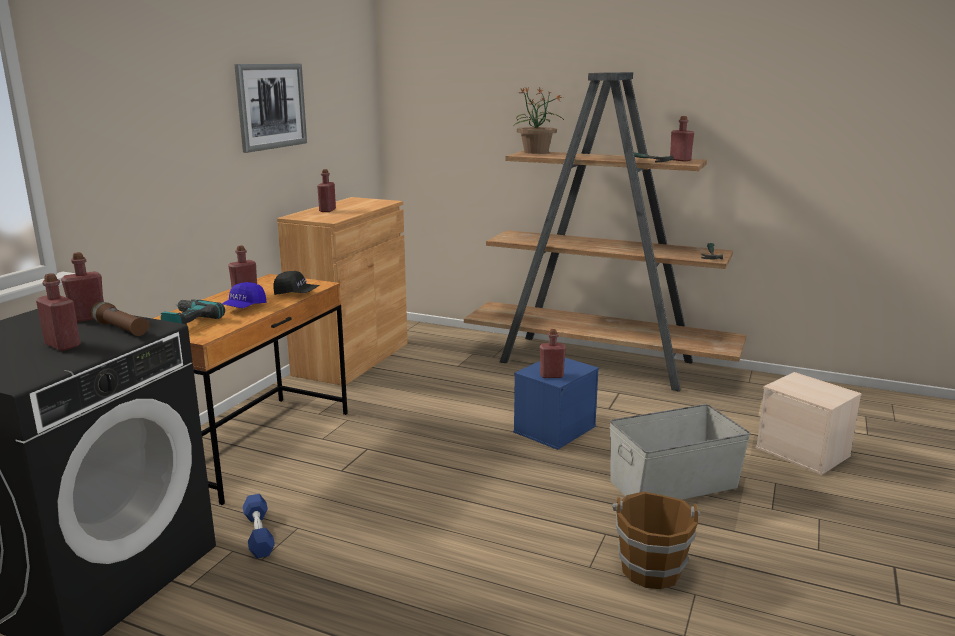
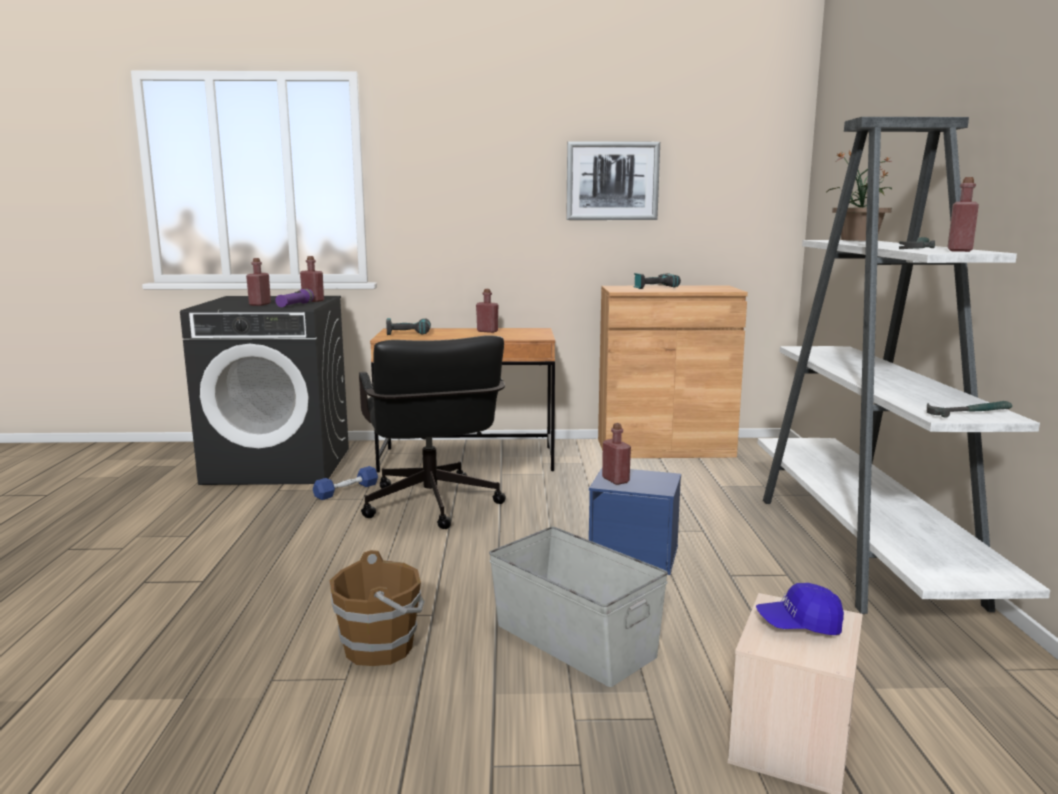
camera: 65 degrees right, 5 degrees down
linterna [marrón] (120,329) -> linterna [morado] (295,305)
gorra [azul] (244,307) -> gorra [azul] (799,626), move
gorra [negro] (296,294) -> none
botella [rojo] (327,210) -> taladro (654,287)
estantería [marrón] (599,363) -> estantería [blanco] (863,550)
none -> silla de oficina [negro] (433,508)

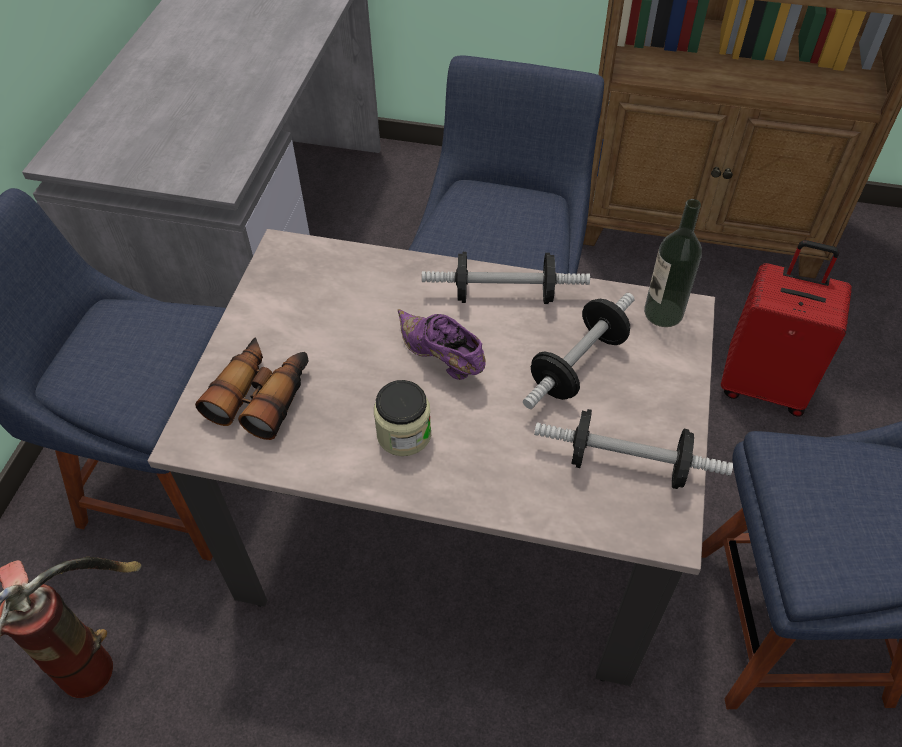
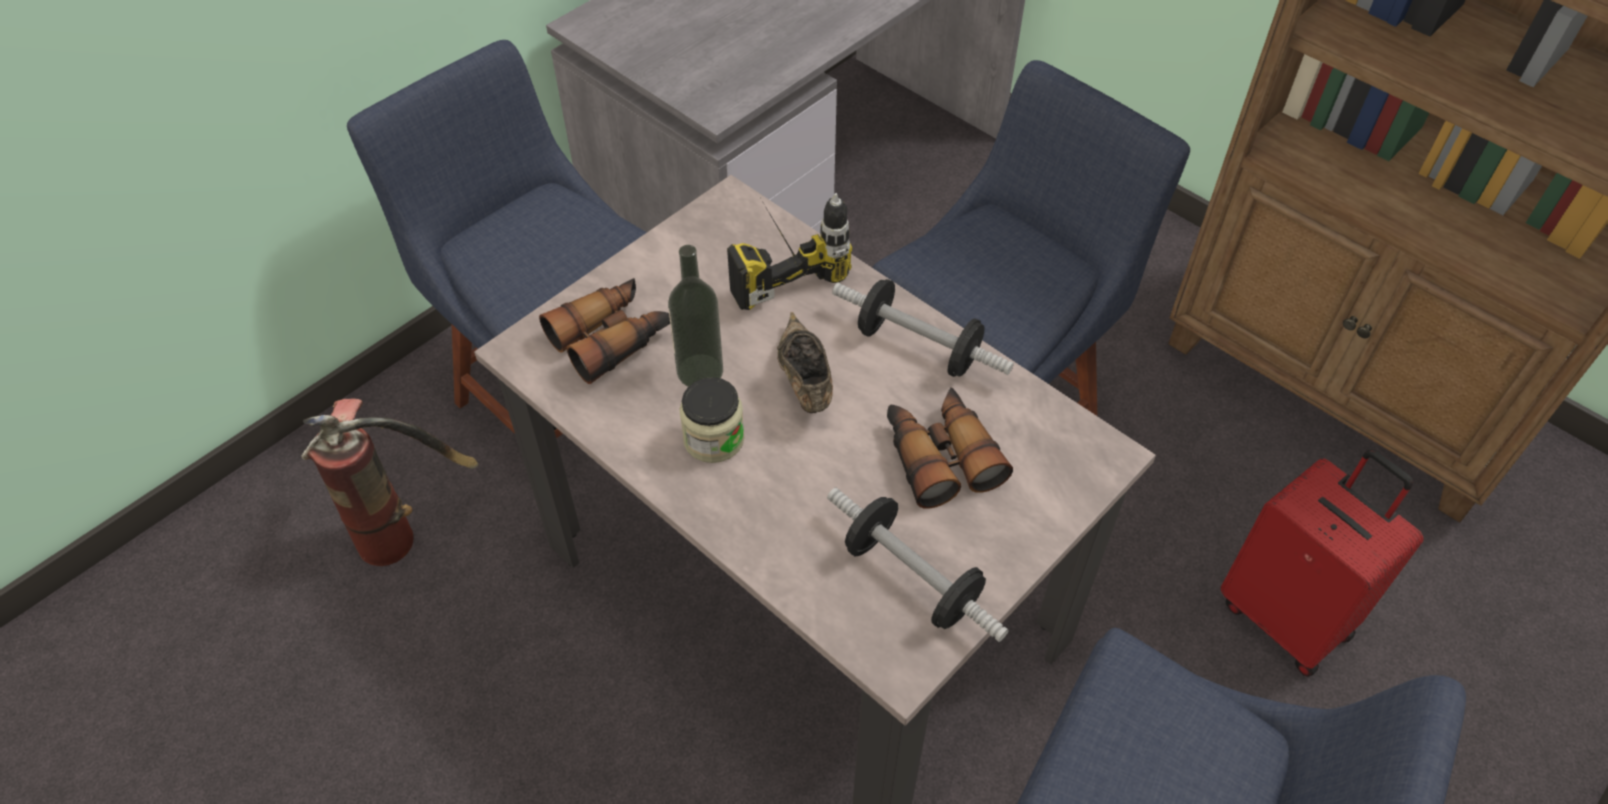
camera: 30 degrees right, 0 degrees up
zapato [morado] (441,359) -> zapato [marrón] (804,382)
mancuerna (578,365) -> prismáticos (940,455)
botella (663,313) -> botella (700,371), move
none -> taladro (776,260)

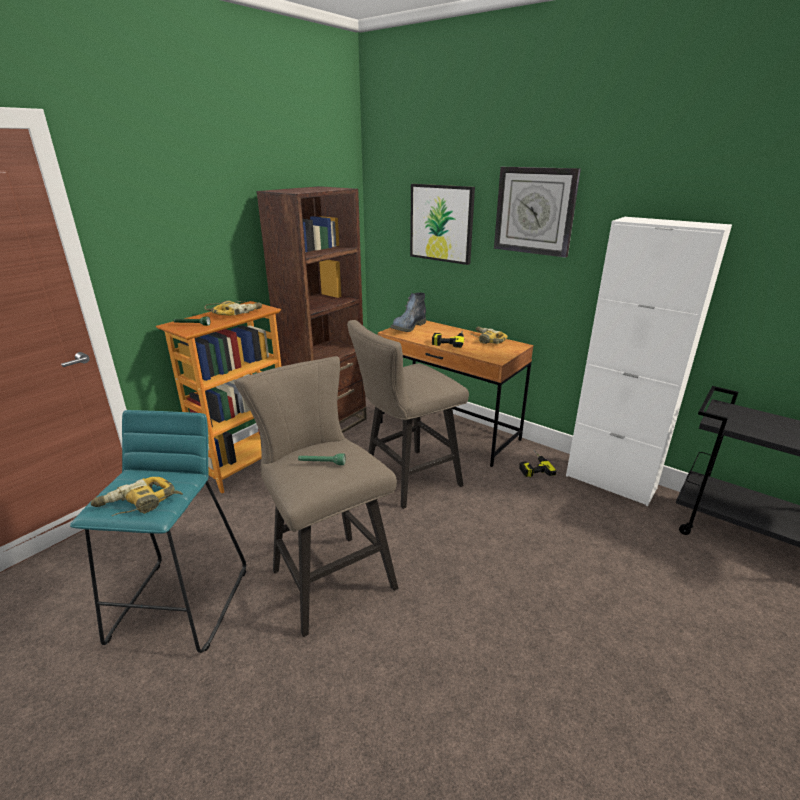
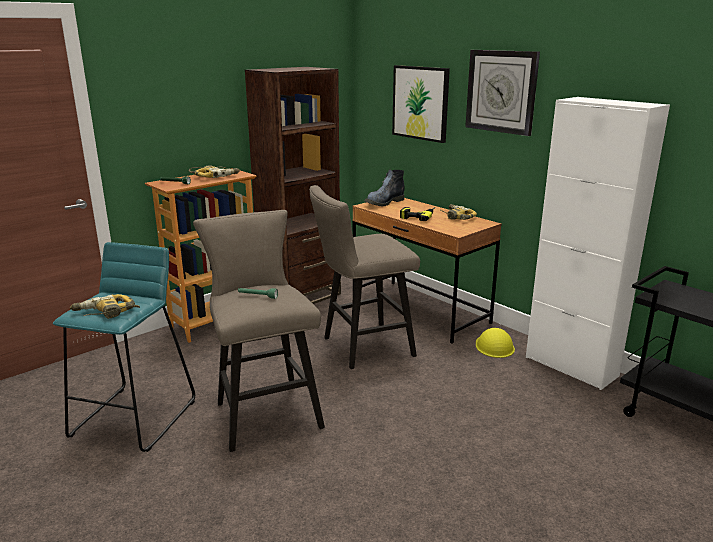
camera: 10 degrees right, 5 degrees down
taladro (532,466) -> casco [amarillo] (494,346)

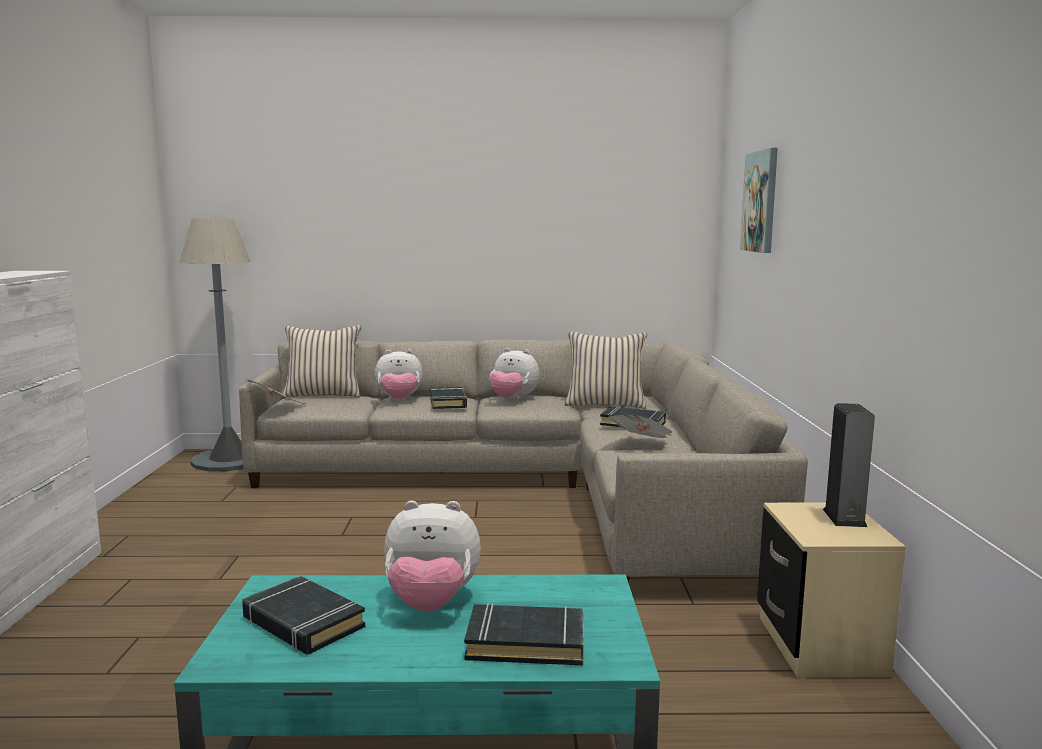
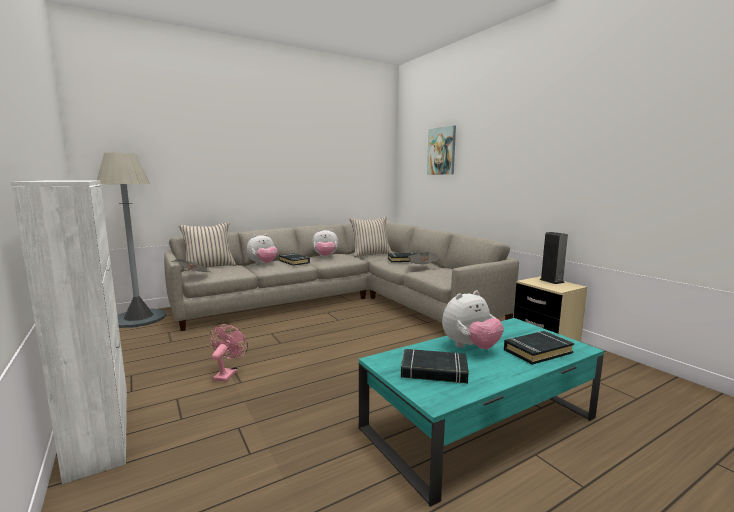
camera: 30 degrees left, 0 degrees up
none -> ventilador [rosa] (227,374)

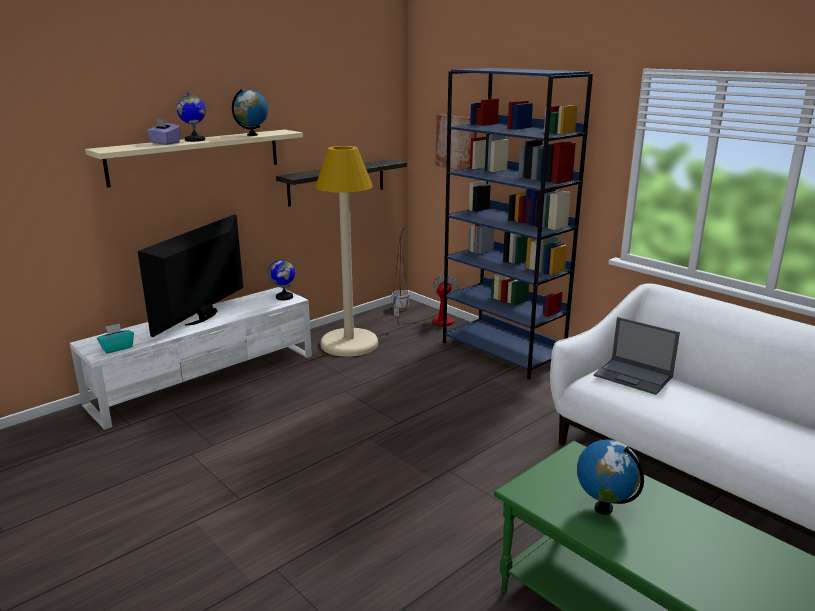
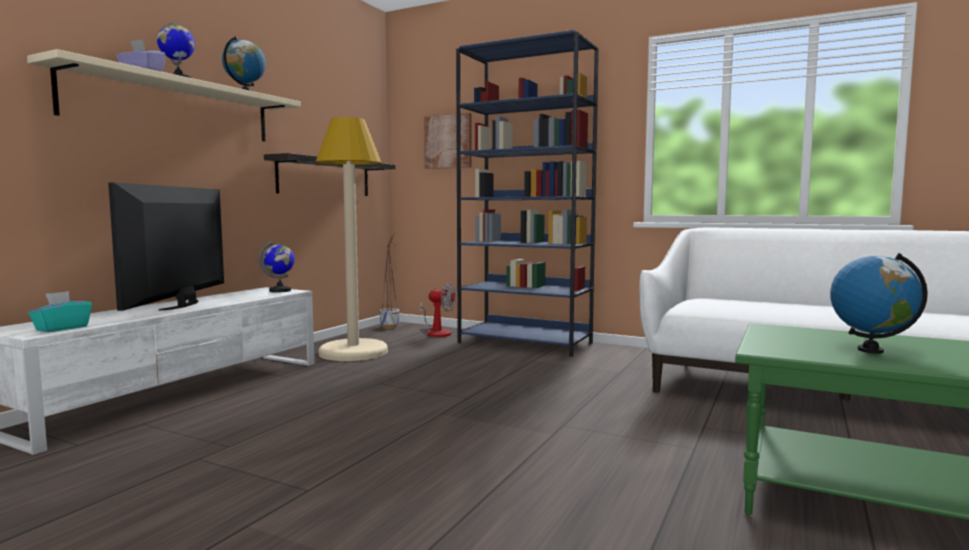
camera: 20 degrees left, 15 degrees down
ventilador (435,323) -> ventilador (436,332), 105 degrees clockwise
portátil (634,376) -> none

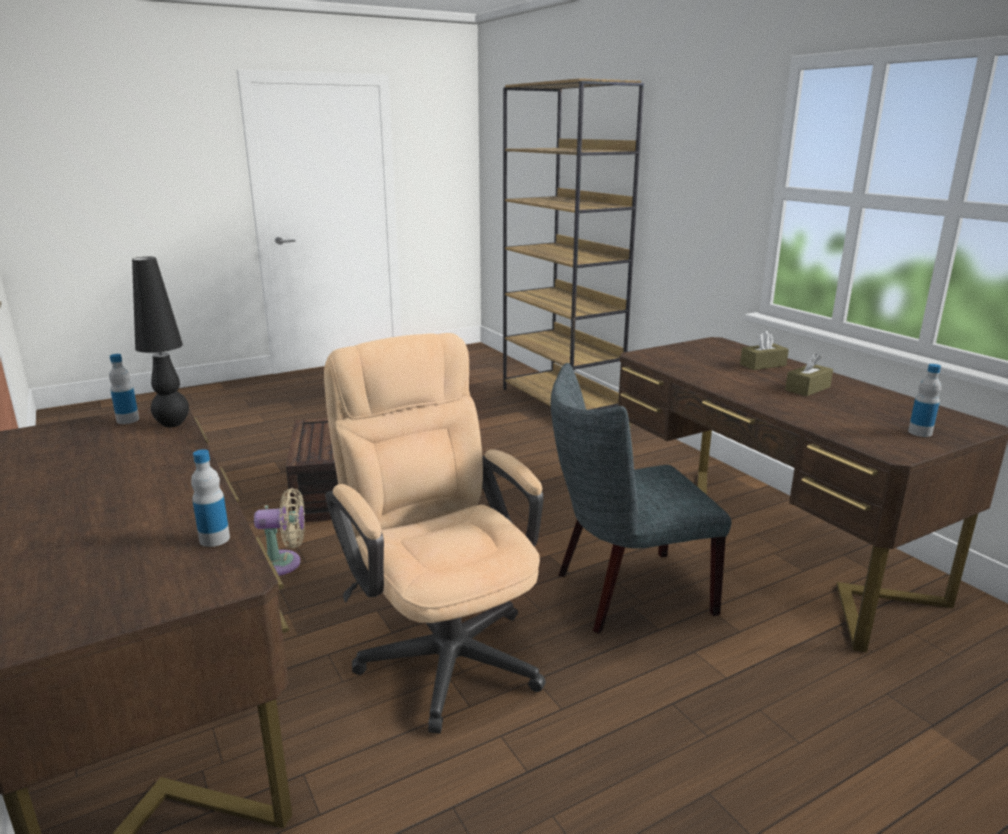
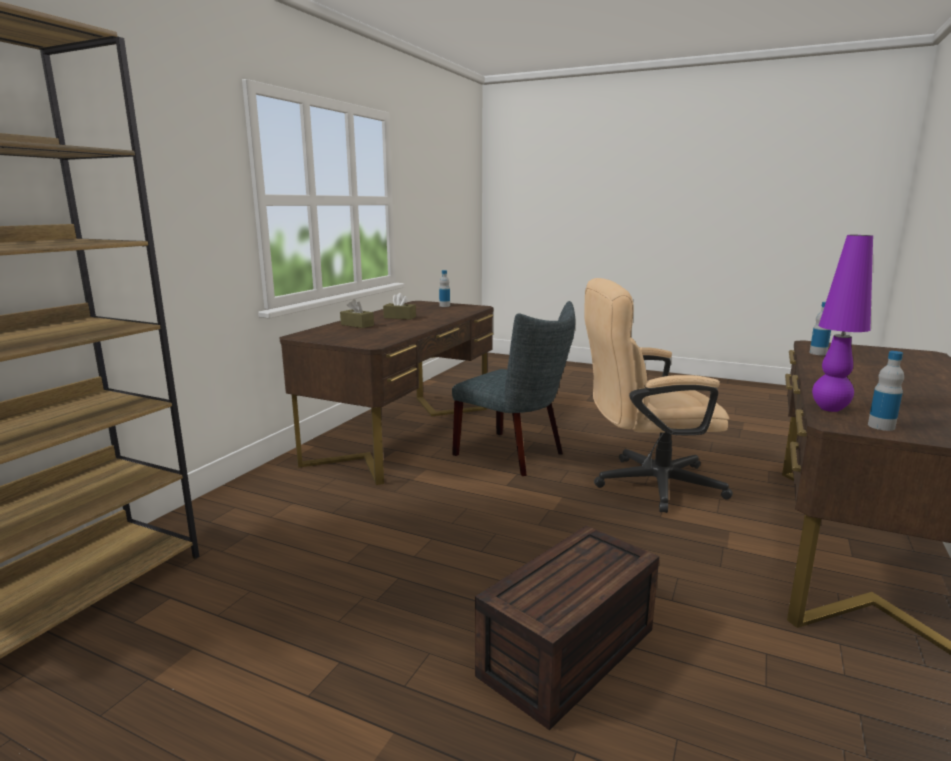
camera: 125 degrees left, 5 degrees down
lámpara de mesa [negro] (172,424) -> lámpara de mesa [morado] (830,409)
ventilador [beis] (283,563) -> none
silla de oficina [beis] (442,647) -> silla de oficina [beis] (646,484), 60 degrees clockwise

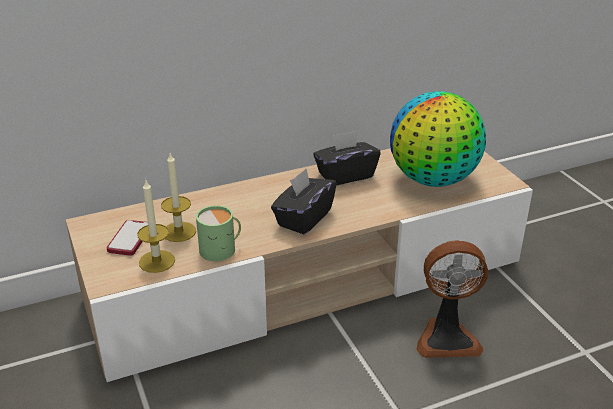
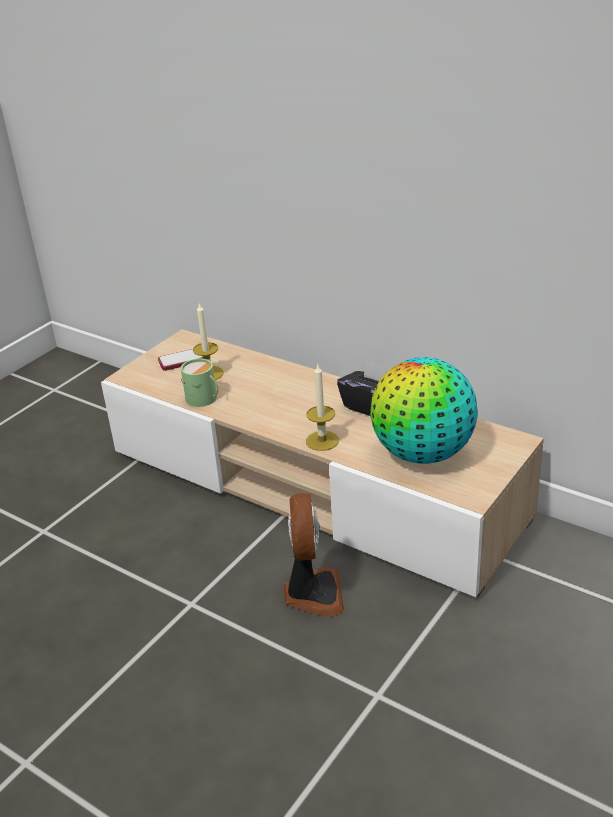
camera: 60 degrees right, 0 degrees up
vela (157,261) -> vela (322,441), move
caja de pañuelos [negro] (303,218) -> none
ventilador (447,338) -> ventilador (312,593), 150 degrees counterclockwise

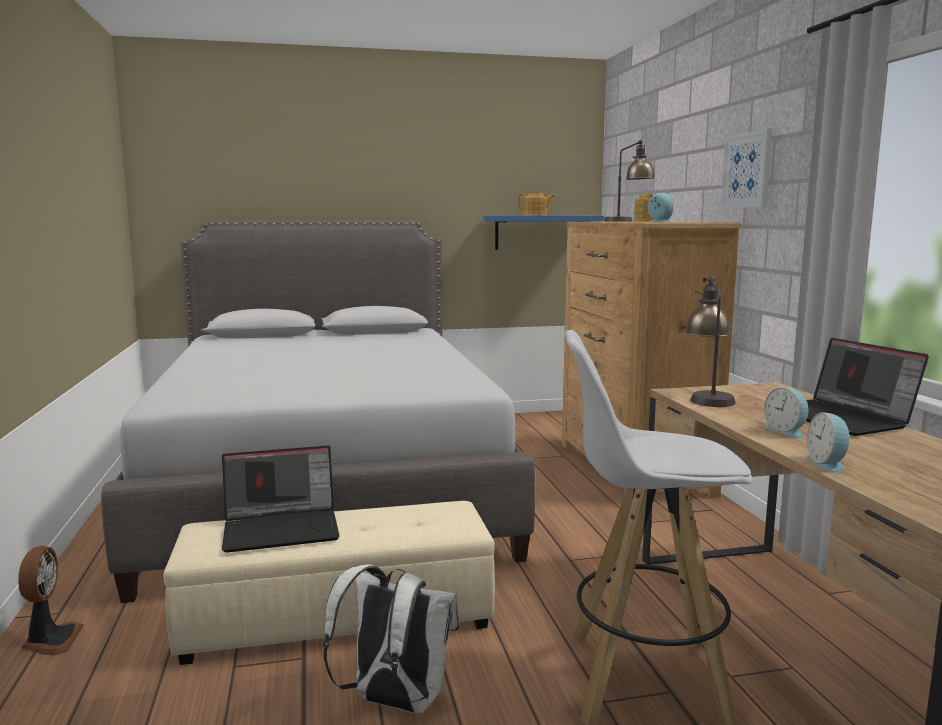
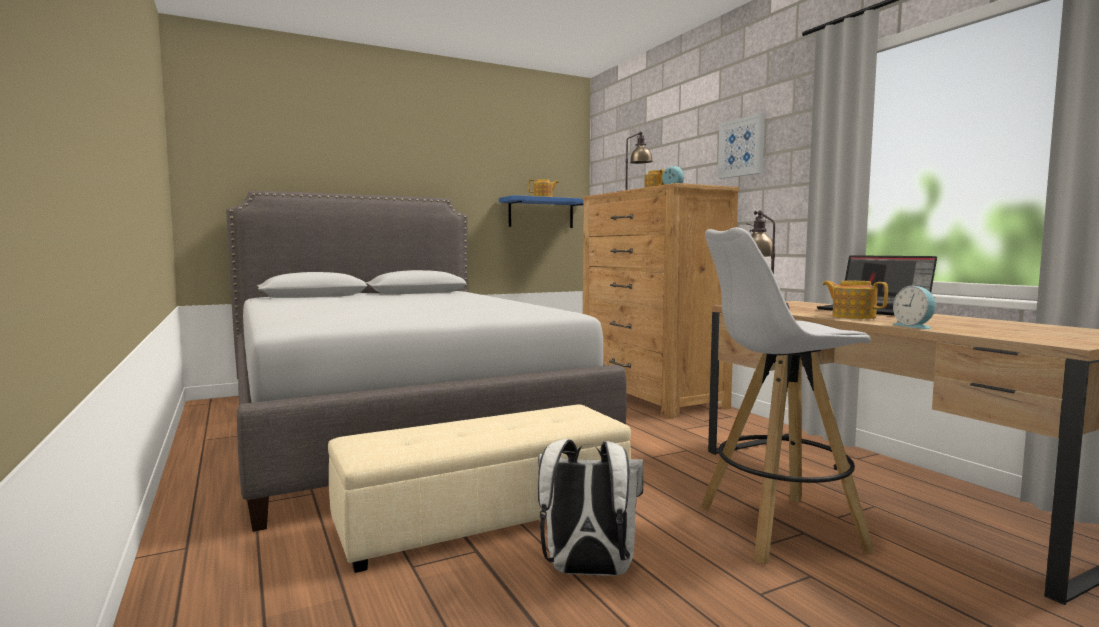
camera: 15 degrees left, 5 degrees down
ventilador (51,640) -> none
portátil (283,528) -> none
despertador (786,431) -> tetera (853,316)

